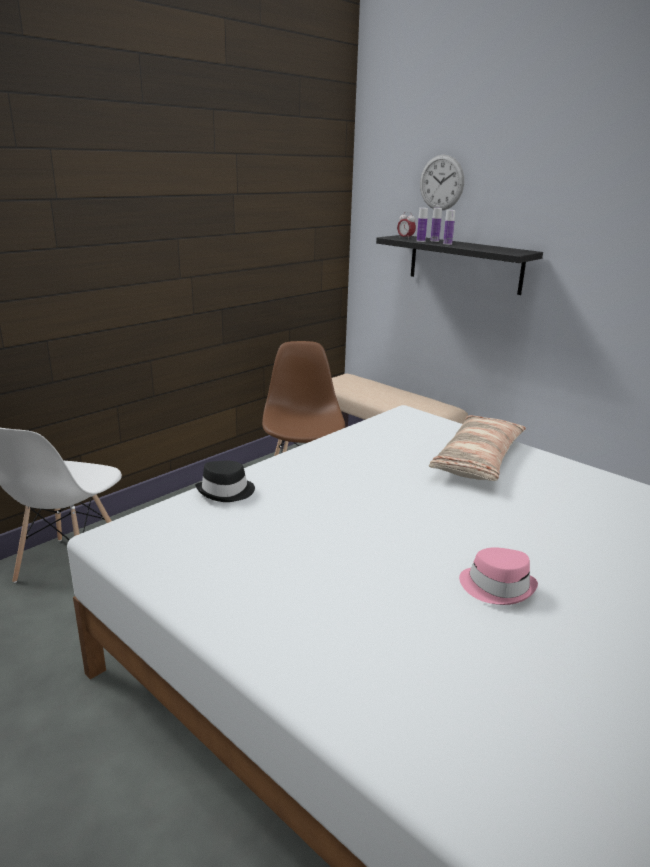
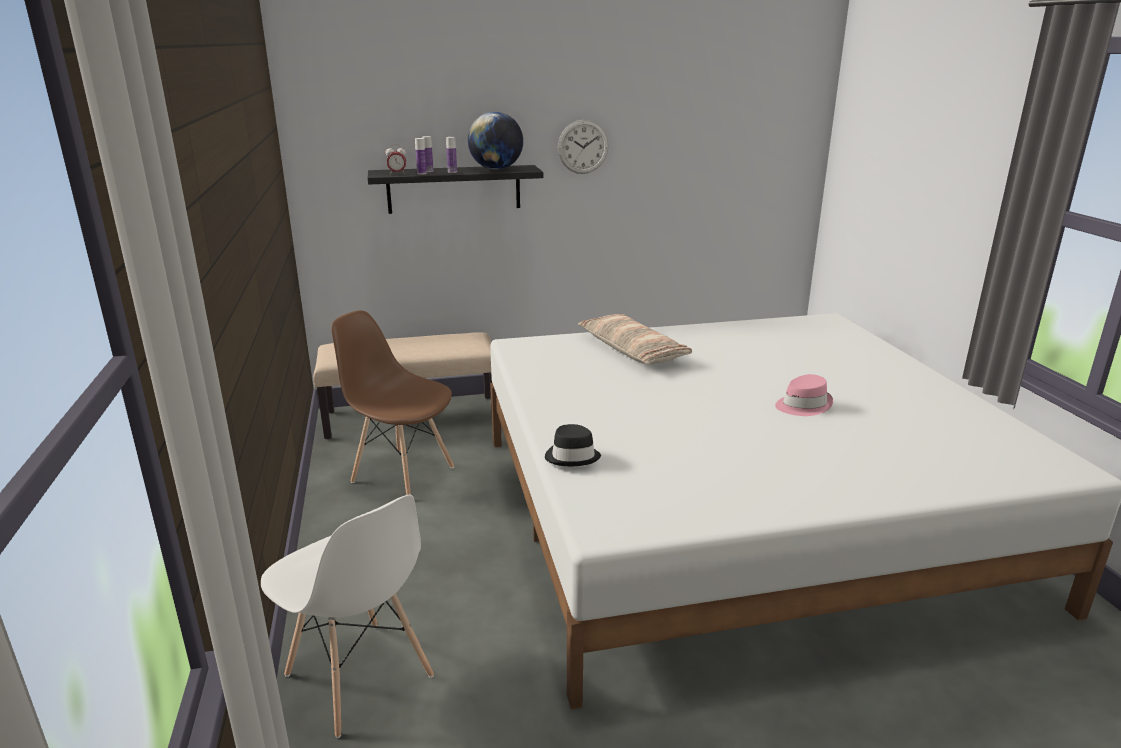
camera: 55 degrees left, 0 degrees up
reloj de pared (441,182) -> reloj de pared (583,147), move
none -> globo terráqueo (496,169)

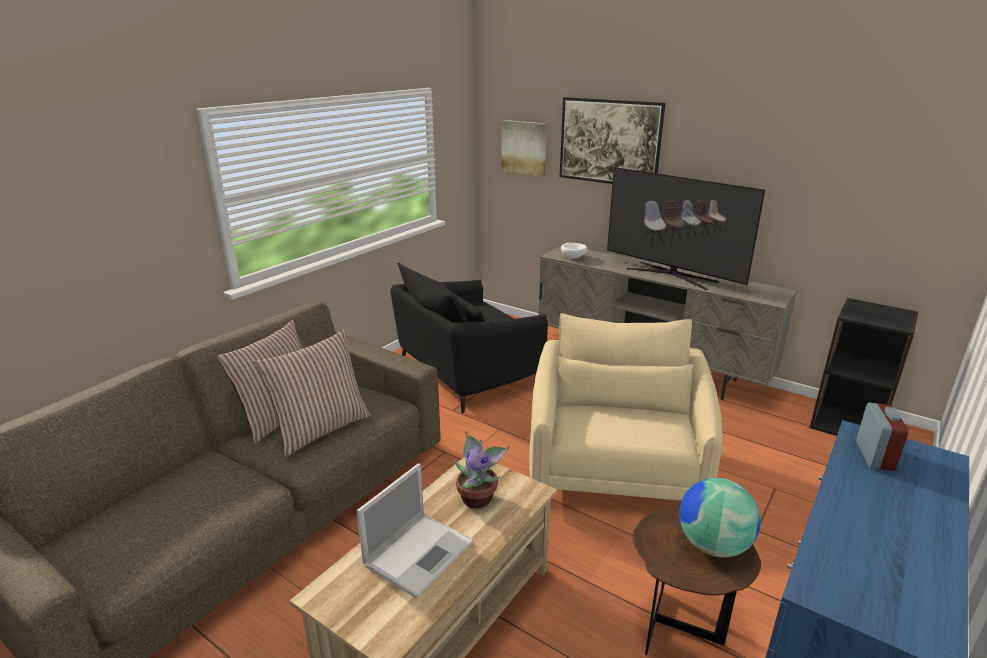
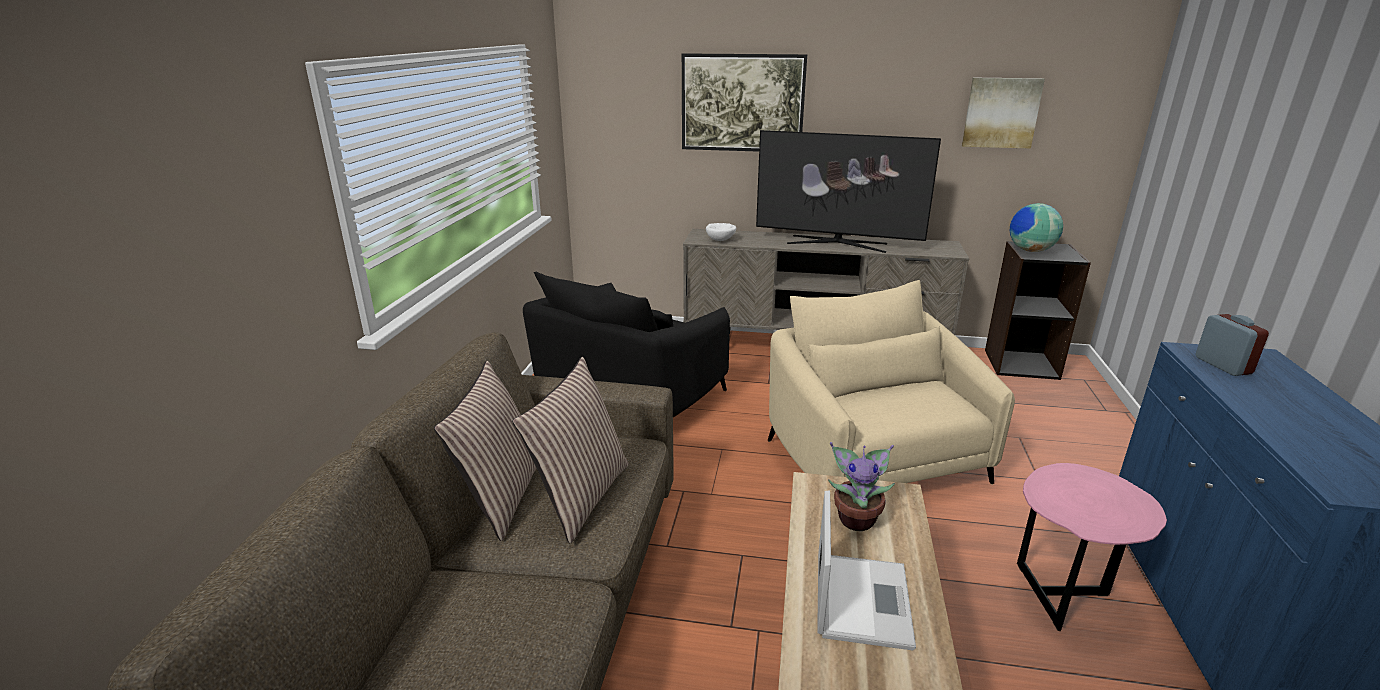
camera: 25 degrees left, 0 degrees up
cuadro (524,147) -> cuadro (1001,112), move
mesa auxiliar [marrón] (680,629) -> mesa auxiliar [rosa] (1063,594)
globo terráqueo (712,545) -> globo terráqueo (1030,251), move

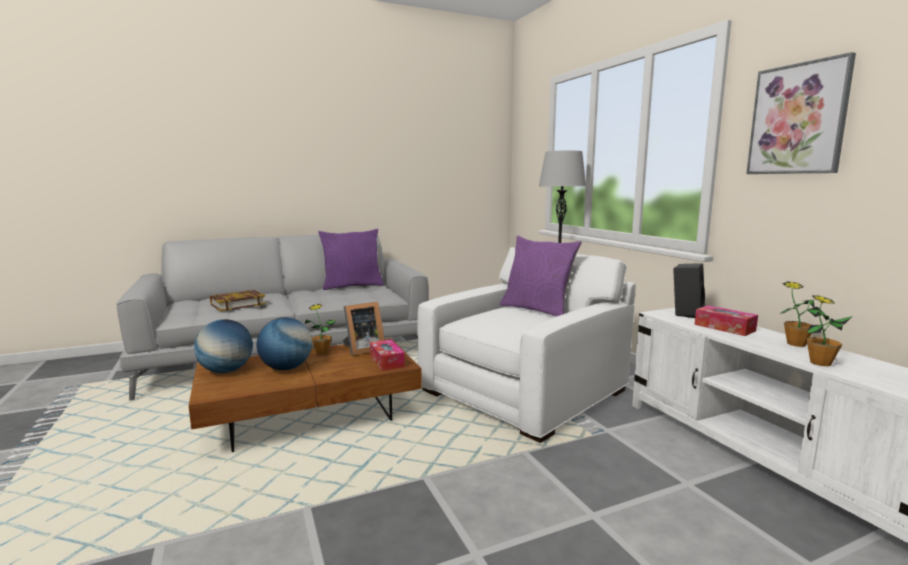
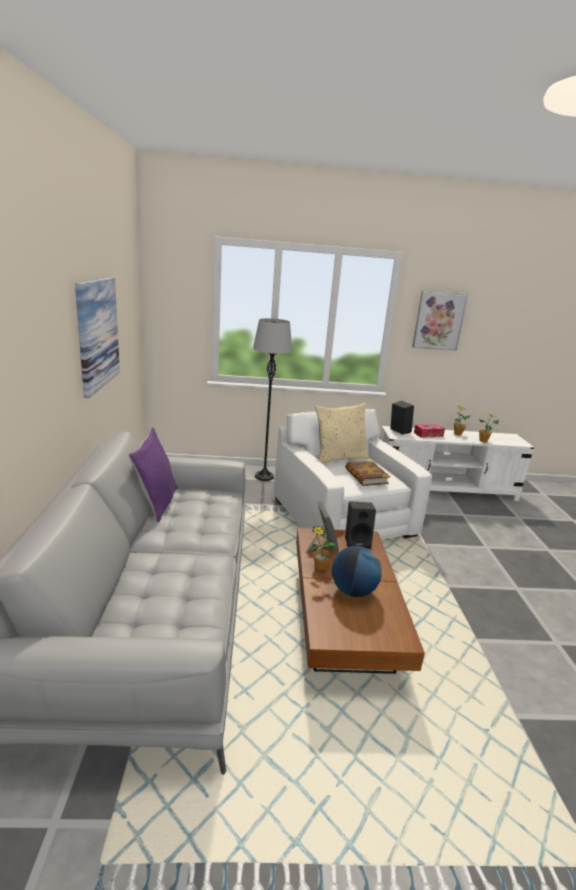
camera: 70 degrees left, 10 degrees up
globo terráqueo (226,371) -> none
libro (237,304) -> libro (366,476), move
caja de pañuelos (386,361) -> altavoz [negro] (358,541)
cojín [morado] (537,310) -> cojín [beis] (339,457)
none -> cuadro (97,334)

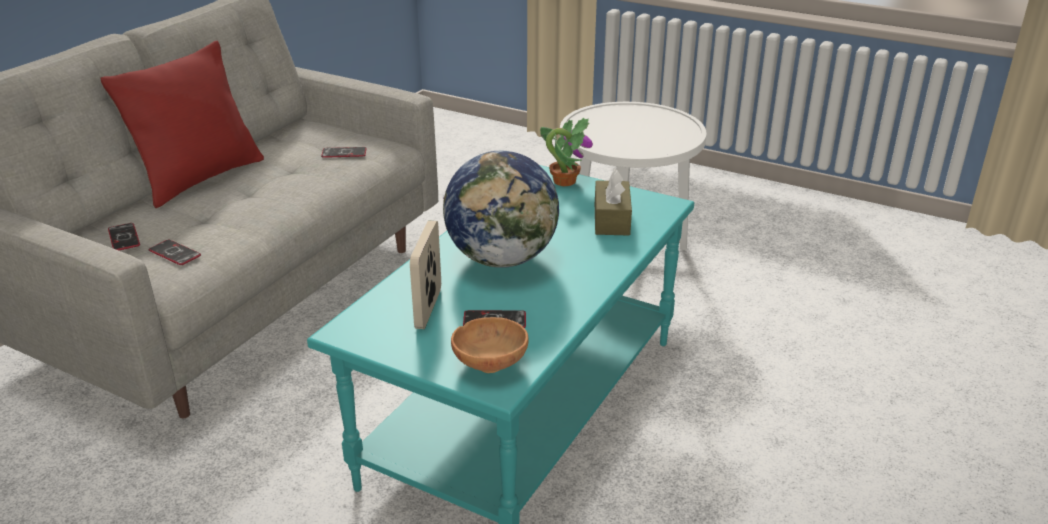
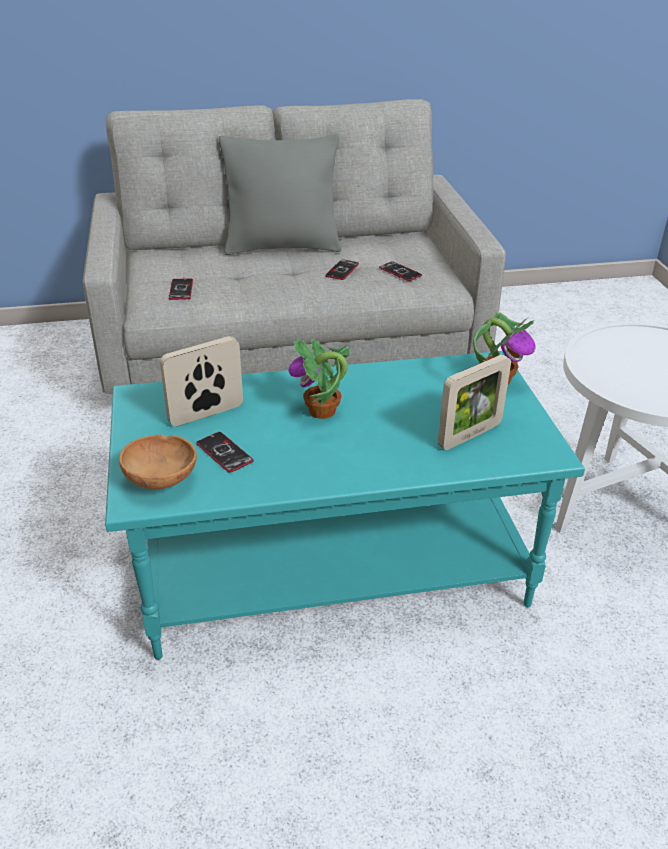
camera: 50 degrees right, 5 degrees up
cojín [rojo] (200,178) -> cojín [gris] (282,247)
móvil (124,238) -> móvil (342,270), move
globo terráqueo (502,259) -> planta en maceta (322,412)
caja de pañuelos [marrón] (611,219) -> portarretratos (469,435)

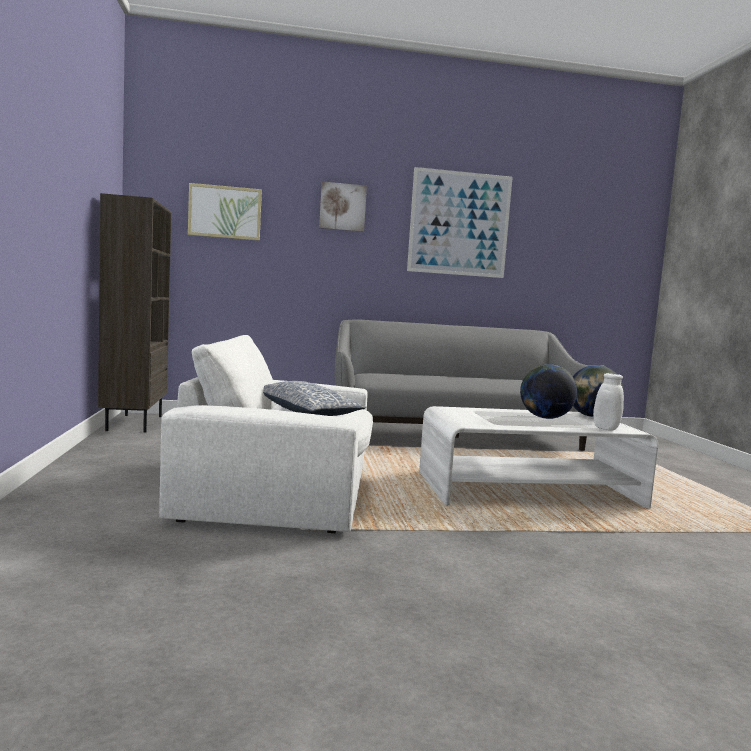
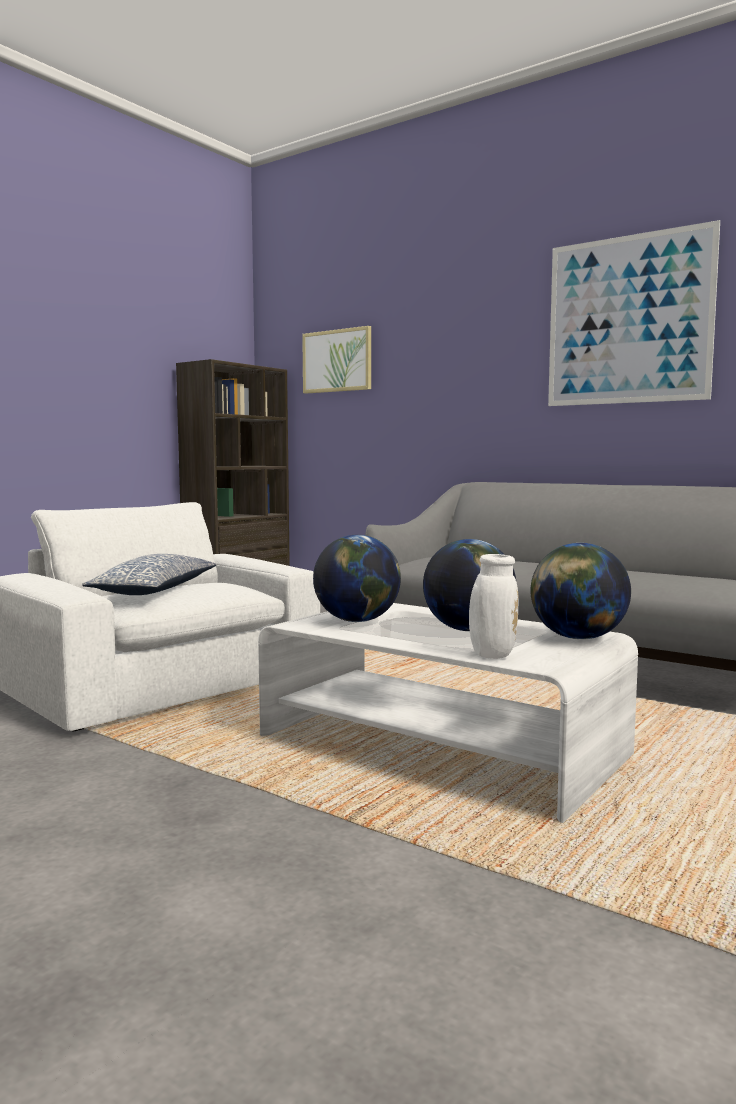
camera: 45 degrees right, 0 degrees up
cuadro (342,207) -> none
none -> globo terráqueo (357,621)

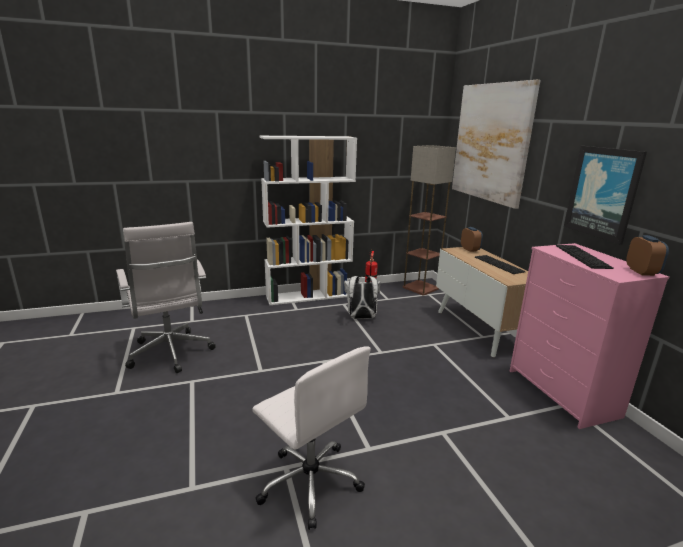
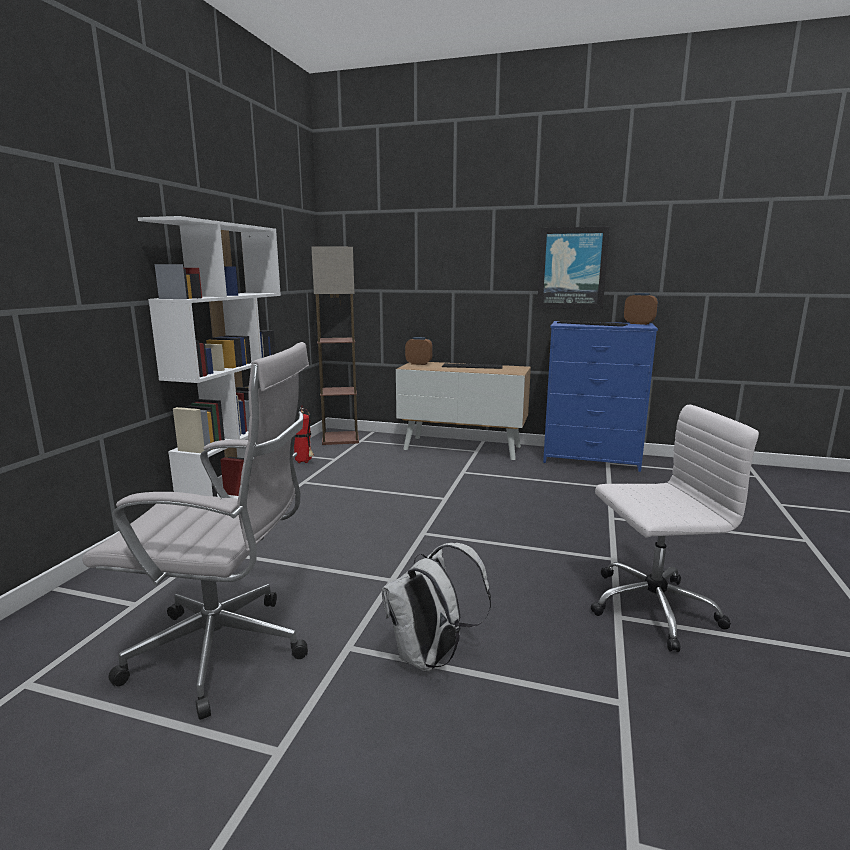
camera: 55 degrees left, 5 degrees down
mochila [blanco] (361,318) -> mochila [blanco] (431,657), move
cuadro (491,143) -> none
cómoda [rosa] (563,393) -> cómoda [azul] (592,459)

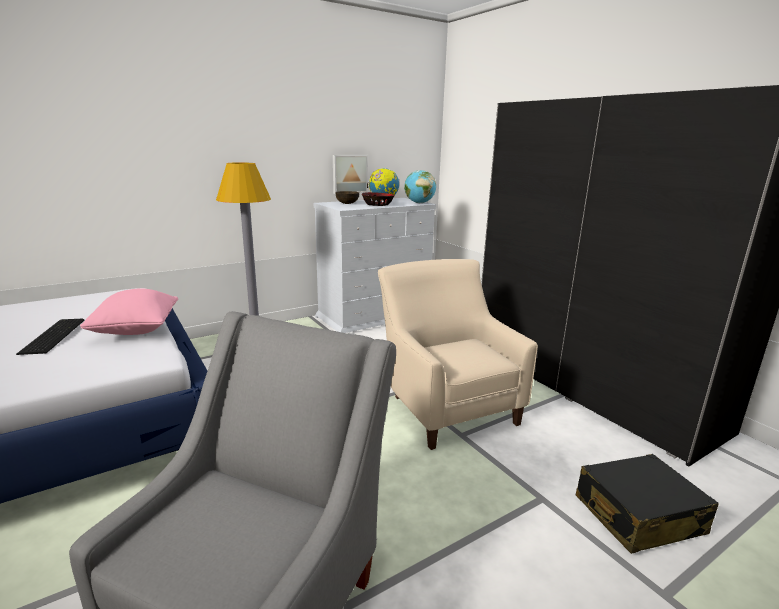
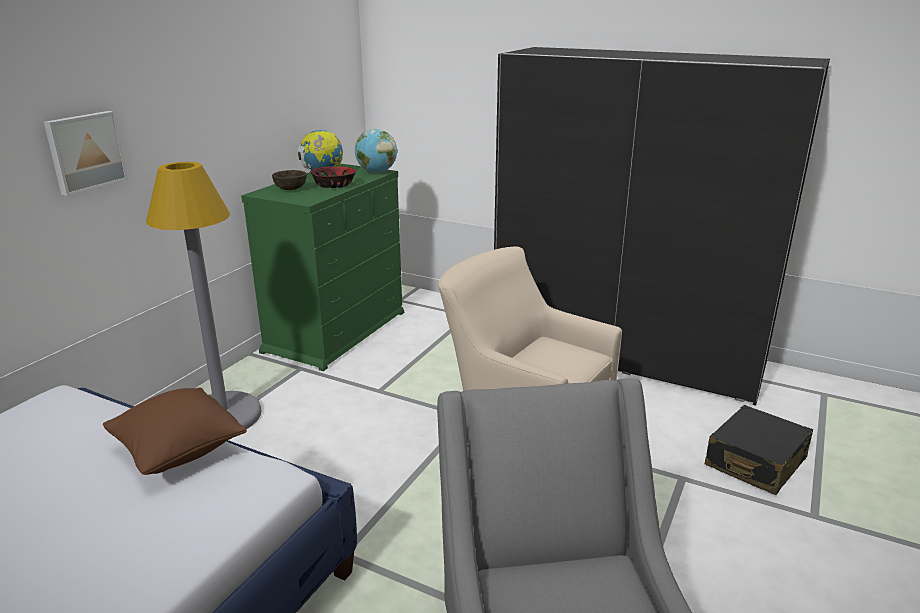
camera: 30 degrees left, 5 degrees up
teclado (51,336) -> none
cojín [rosa] (136,330) -> cojín [marrón] (179,452)
cómoda [blanco] (374,316) -> cómoda [verde] (336,331)
cuadro (349,174) -> cuadro (85,151), move

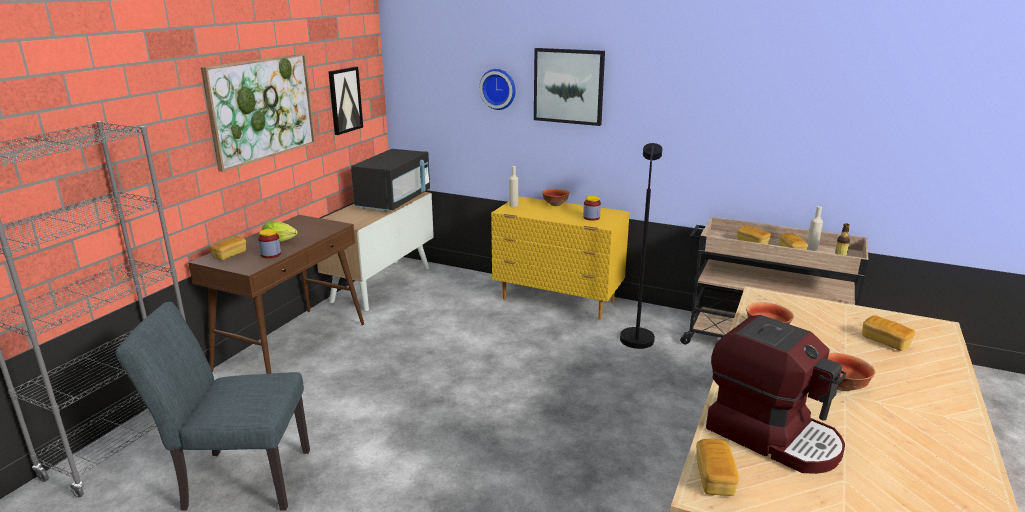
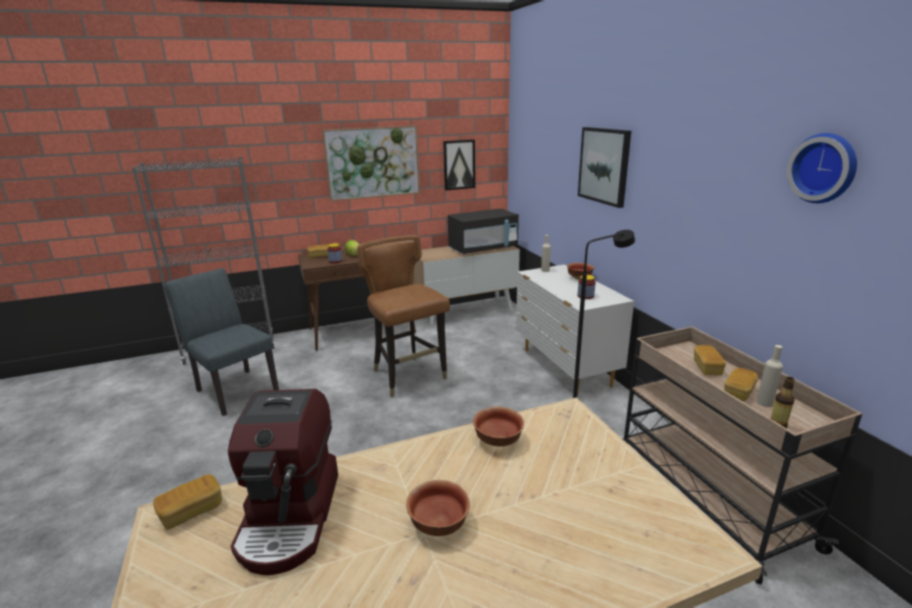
camera: 45 degrees right, 0 degrees up
reloj de pared (498,89) -> reloj de pared (824,168), move
cómoda [amarillo] (558,301) -> cómoda [blanco] (565,368)
pan (885,342) -> none
none -> silla [marrón] (408,376)

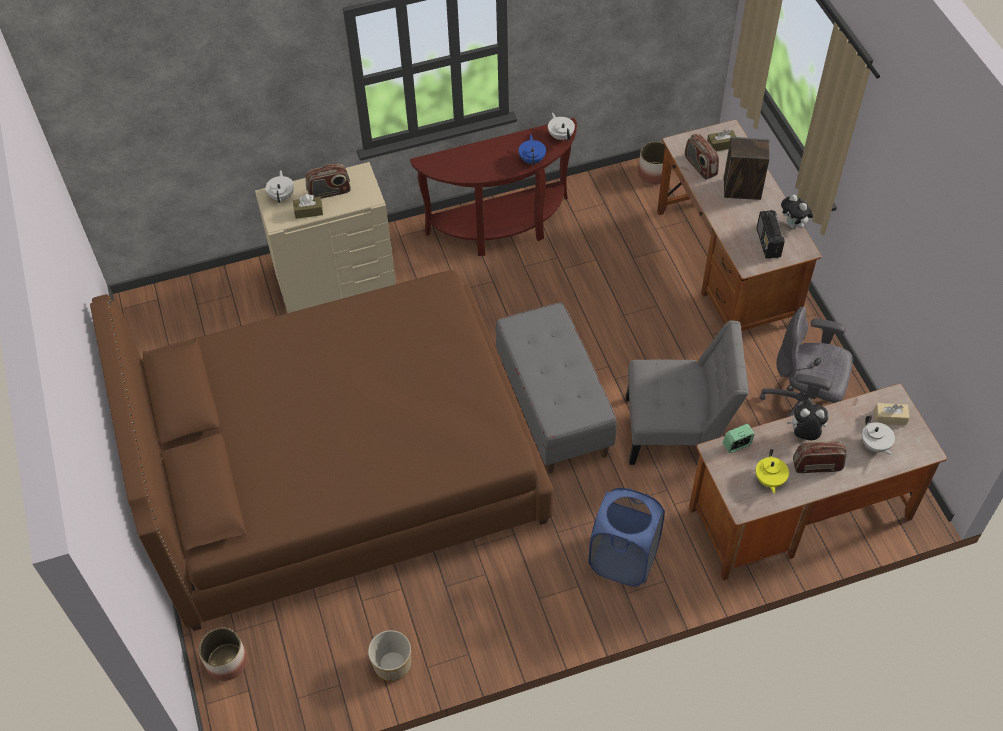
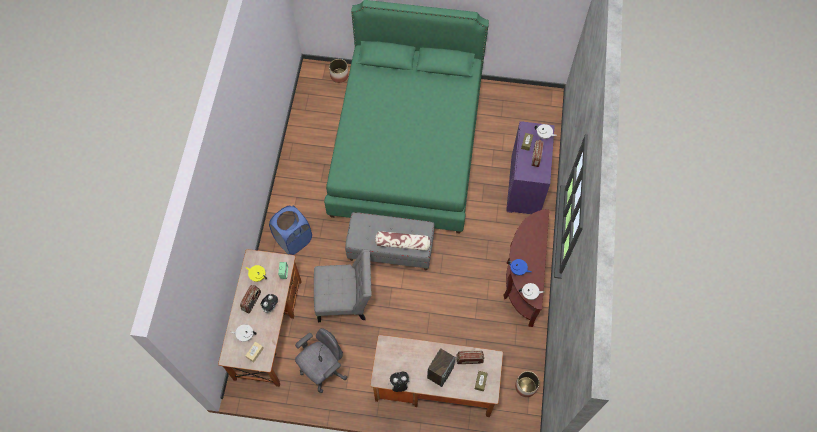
camera: 115 degrees right, 10 degrees up
cama [marrón] (341,469) -> cama [verde] (407,147)
cómoda [beis] (335,278) -> cómoda [morado] (525,186)
maceta (392,664) -> none
silla [gris] (677,430) -> silla [gris] (345,299), 120 degrees counterclockwise
radio (768,243) -> none
none -> cojín (403,243)

